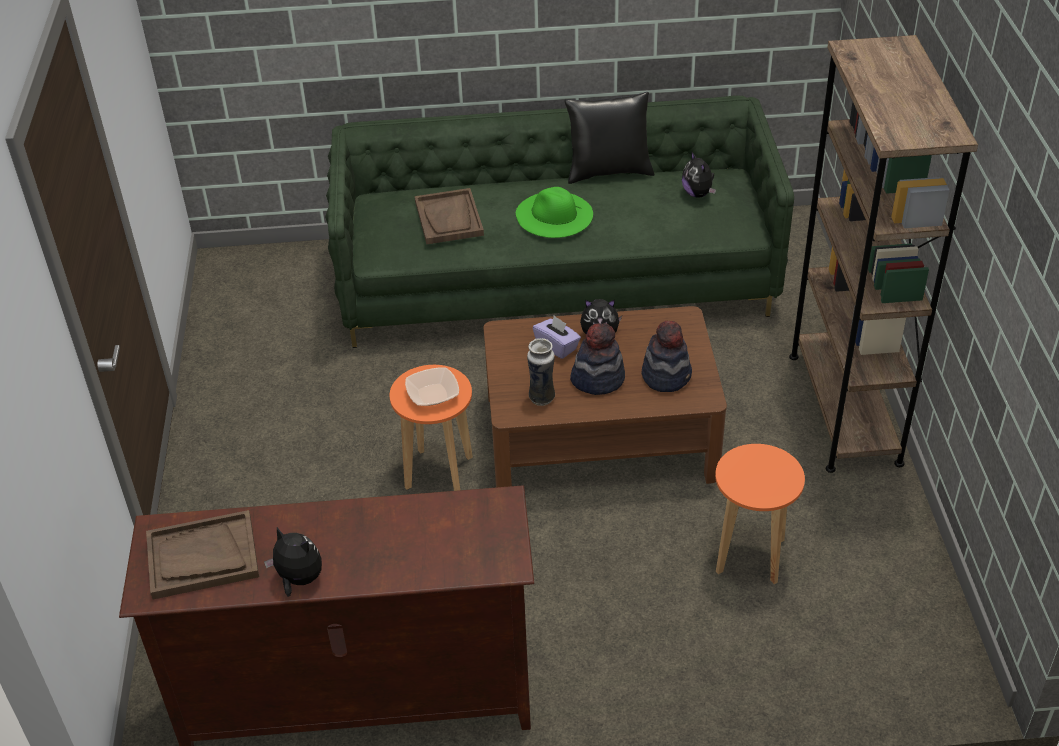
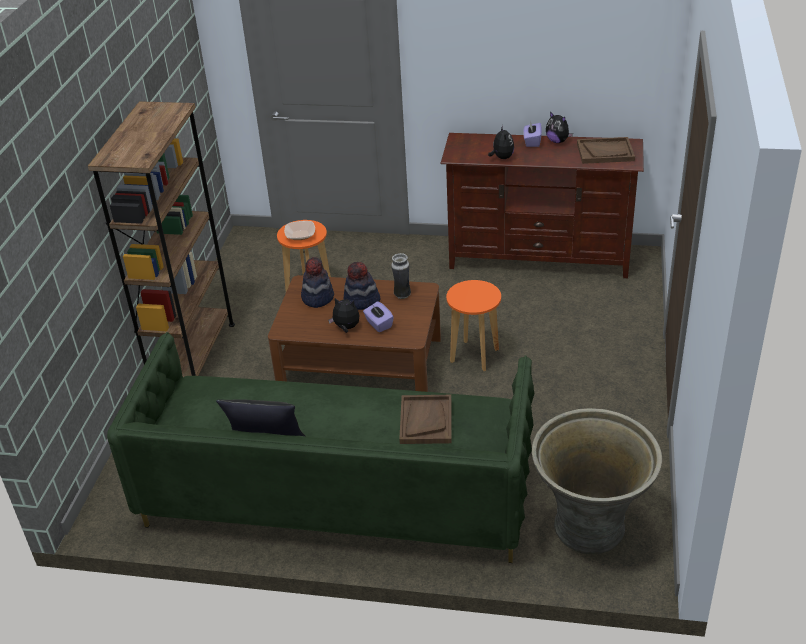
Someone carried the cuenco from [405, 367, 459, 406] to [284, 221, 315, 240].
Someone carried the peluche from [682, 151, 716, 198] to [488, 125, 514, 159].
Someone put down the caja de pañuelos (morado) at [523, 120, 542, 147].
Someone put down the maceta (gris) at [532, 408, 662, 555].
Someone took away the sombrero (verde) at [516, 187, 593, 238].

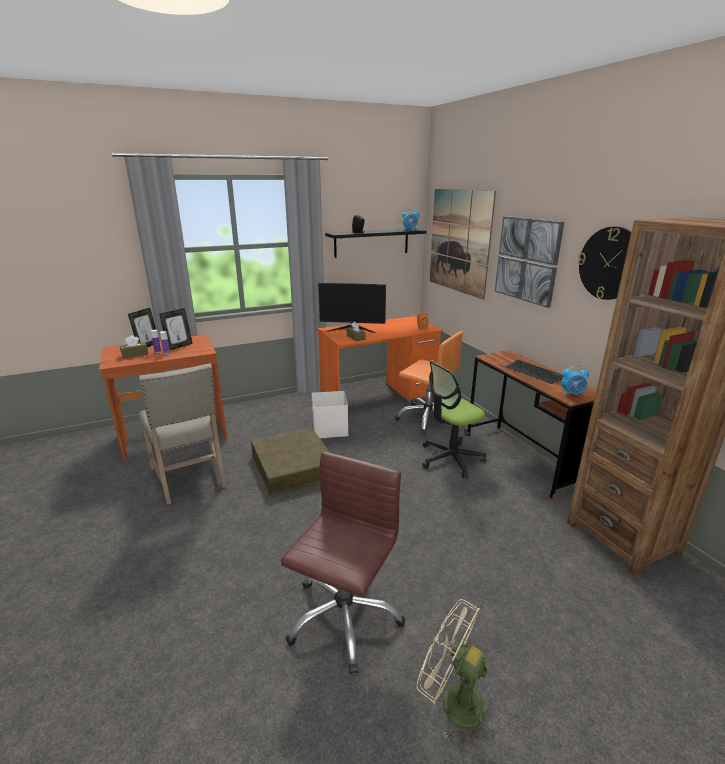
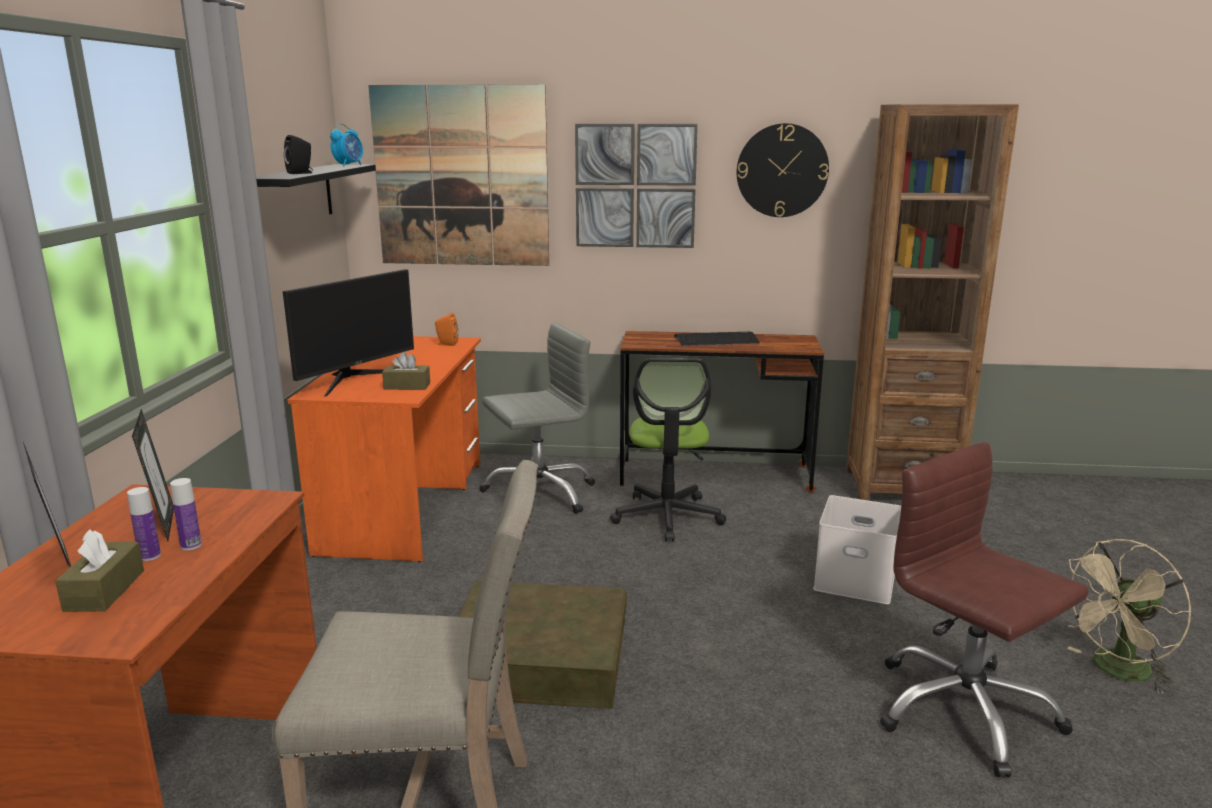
Someone repainted the silla de oficina (naranja) at [395, 331, 463, 435], which became the silla de oficina (gris) at [479, 322, 595, 514].
Someone carried the caja de almacenaje (blanco) from [312, 391, 349, 438] to [813, 495, 901, 604].
Someone took away the despertador at [561, 365, 589, 396].

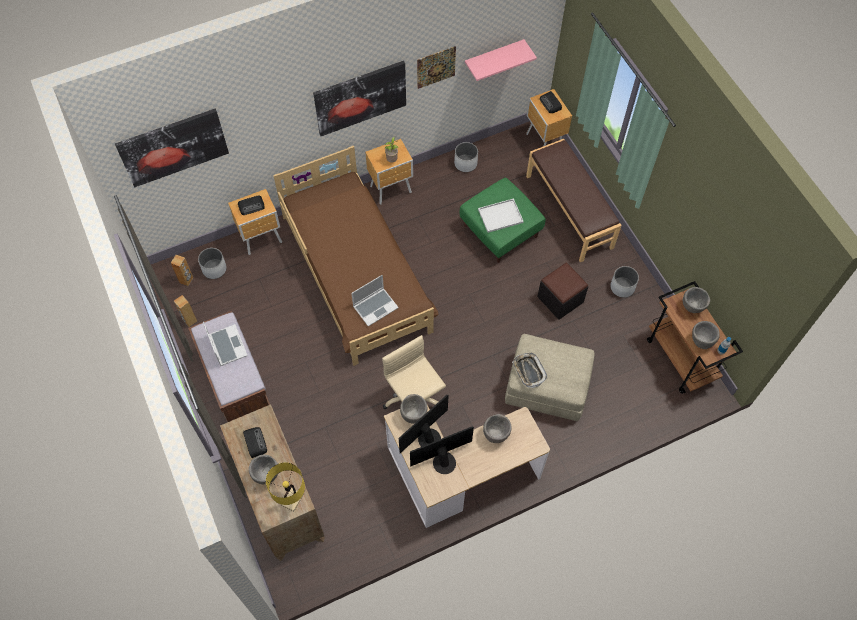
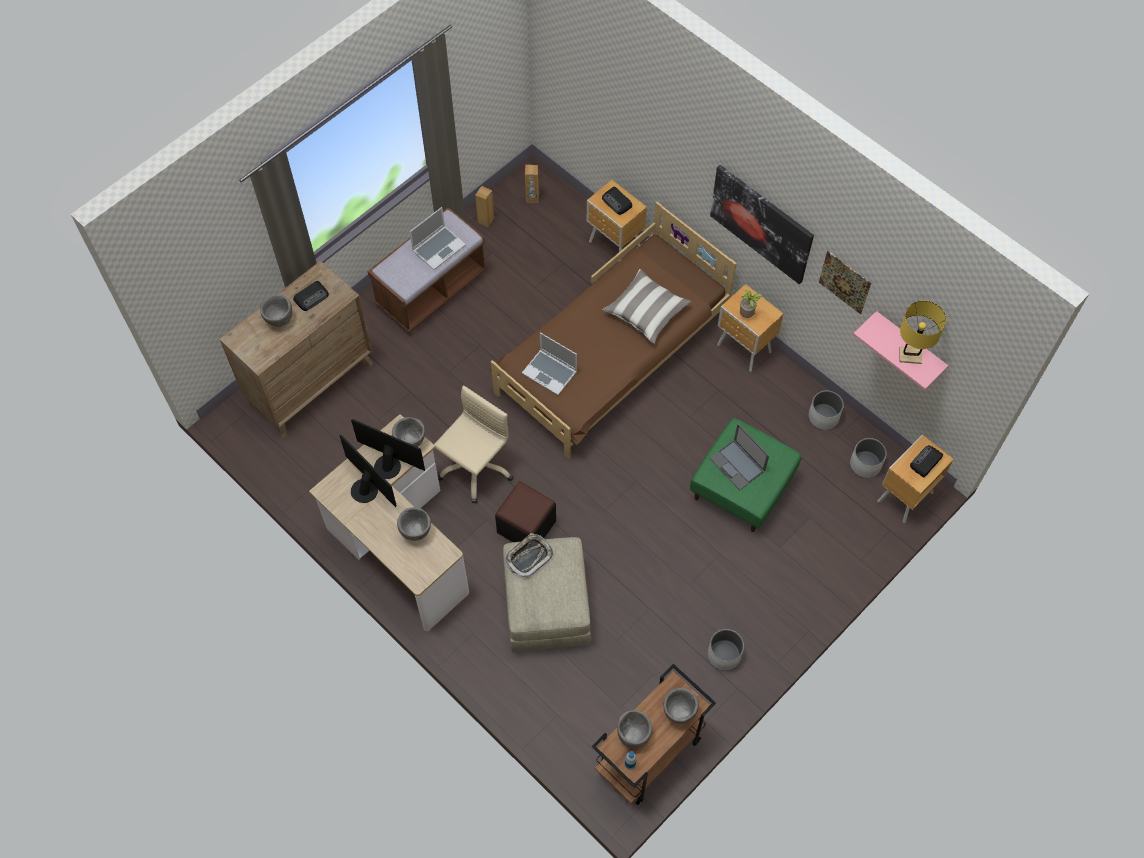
Someone carried the puf (negro) from [537, 263, 588, 320] to [495, 481, 556, 542].
Someone put down the cojín at [603, 269, 692, 344].
Someone swapped the bandeja (blanco) at [478, 198, 524, 233] for the portátil at [710, 423, 769, 490].
Someone carried the maceta (blanco) from [198, 248, 227, 279] to [850, 438, 887, 478].
Someone carried the lámpara de mesa (amarillo) from [266, 462, 305, 511] to [899, 301, 946, 364].
Someone took away the cuadro at [115, 109, 229, 187].
Someone took away the banco (marrón) at [526, 139, 622, 262].

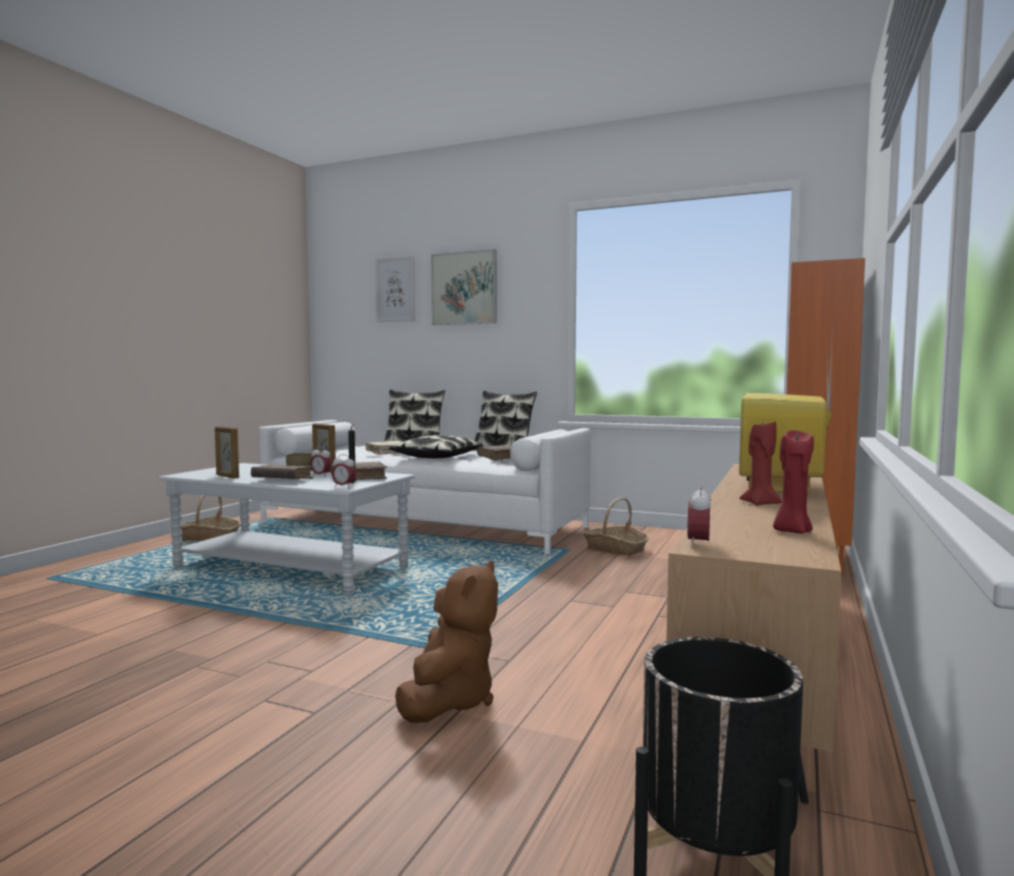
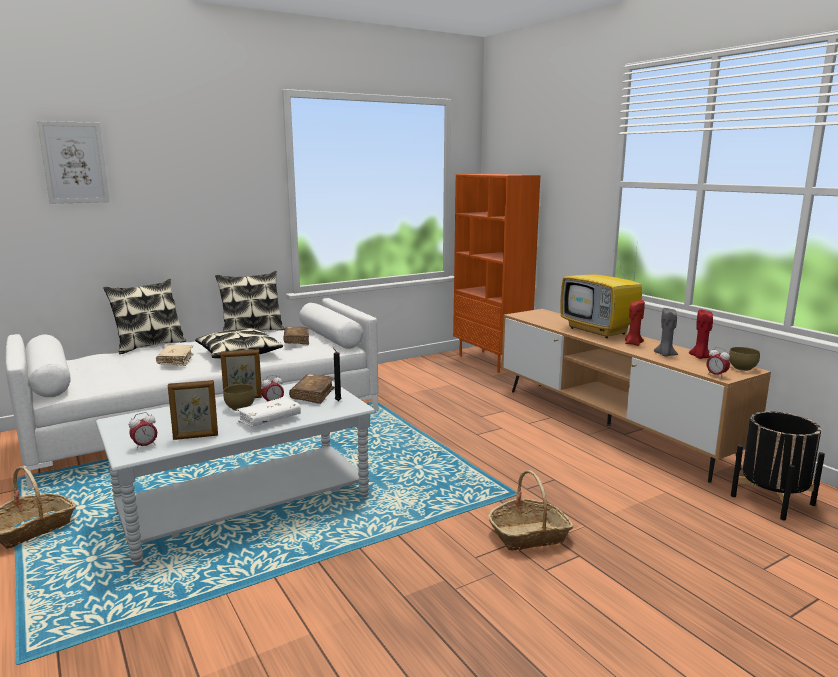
Someone carried the despertador from [332, 454, 356, 488] to [129, 412, 157, 450].
Someone repainted the libro (marrón) at [251, 465, 314, 479], which became the libro (blanco) at [236, 397, 301, 427].
Someone carried the cesta from [583, 498, 649, 556] to [488, 470, 573, 550].
Someone put down the vela (gris) at [654, 308, 678, 357].
Someone put down the cuenco (marrón) at [729, 347, 760, 371].
Someone took away the peluche (marrón) at [395, 561, 498, 723].
Someone took away the cuadro at [431, 249, 497, 325].

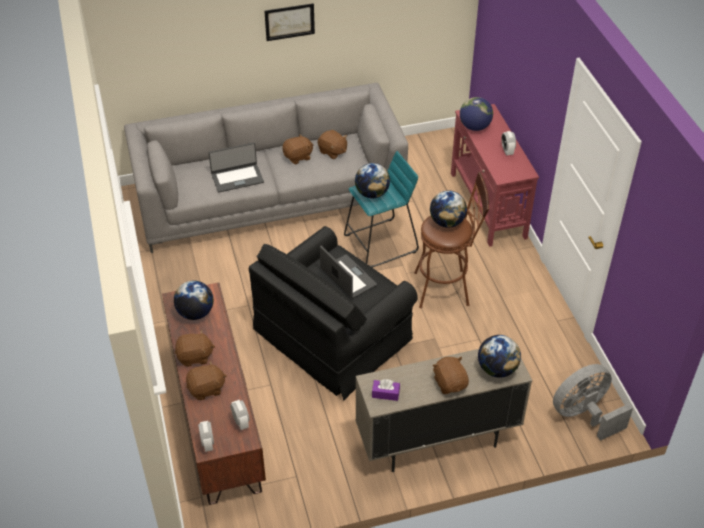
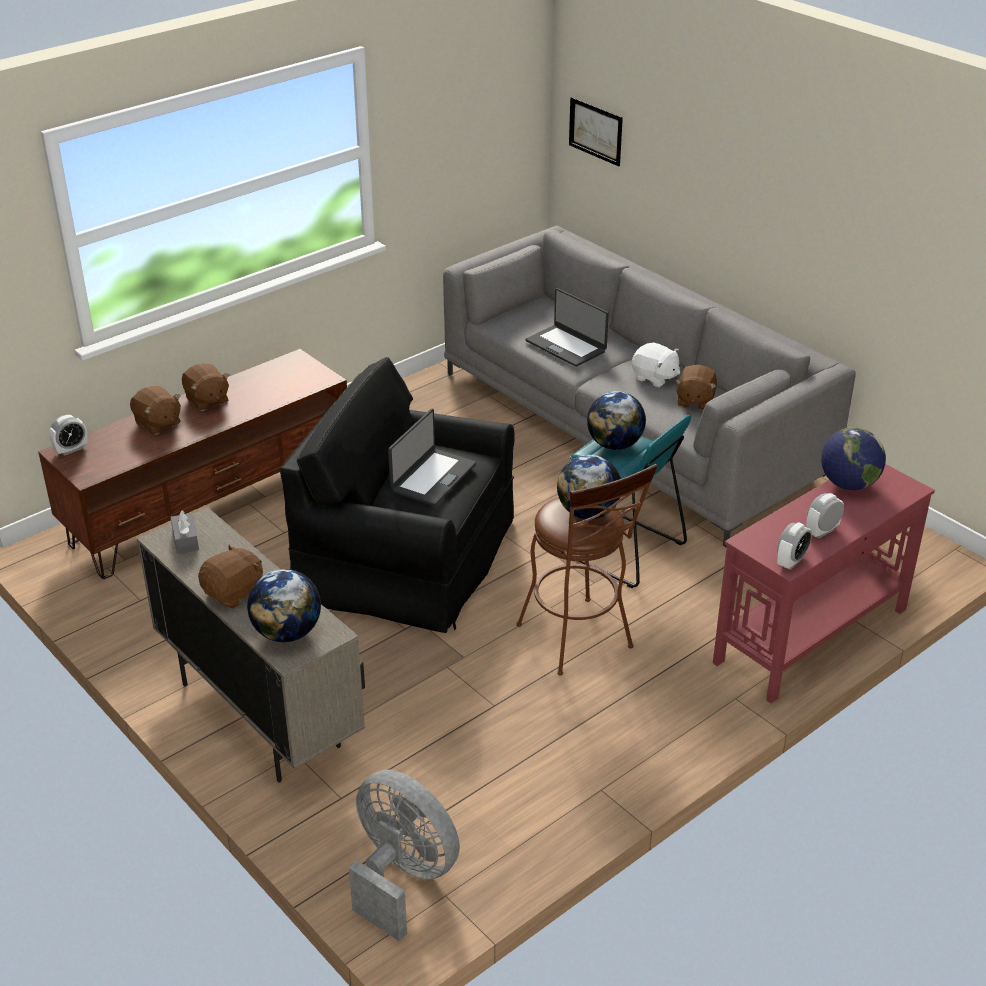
Someone repainted the caja de pañuelos (morado) at [372, 379, 400, 401], which became the caja de pañuelos (gris) at [170, 510, 199, 554].
Someone carried the cuadro from [264, 3, 315, 41] to [569, 97, 623, 166].
Someone repainted the peluche (marrón) at [282, 134, 314, 164], which became the peluche (blanco) at [632, 343, 680, 388].
Someone carried the despertador from [230, 400, 249, 430] to [777, 522, 812, 570].
Someone took away the globo terráqueo at [174, 281, 213, 320].

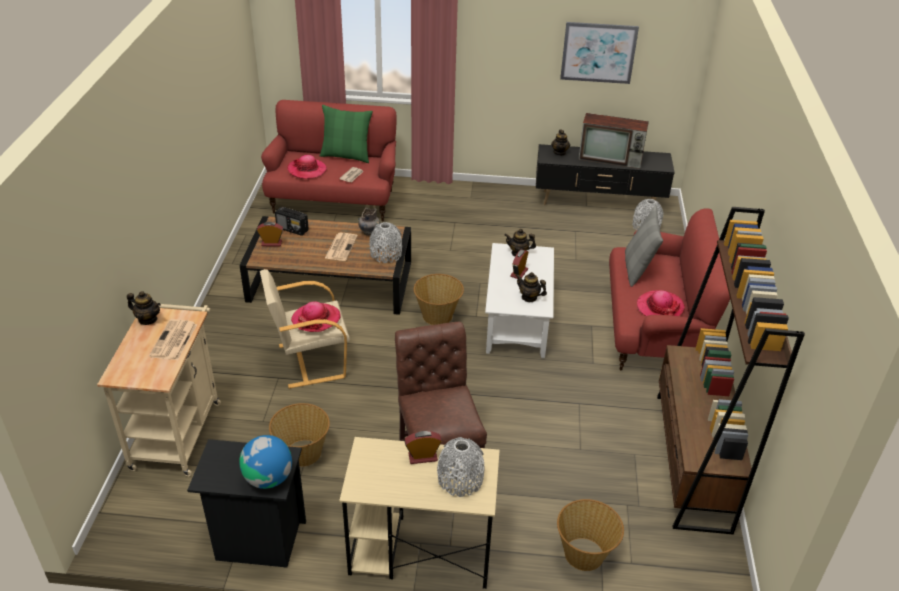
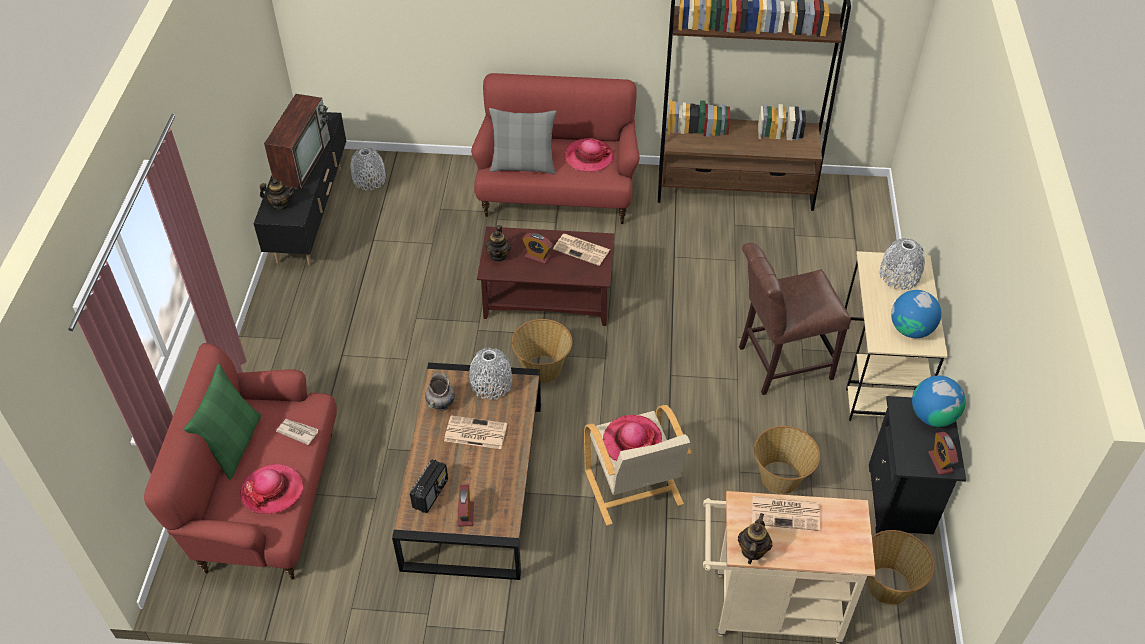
Someone repainted the mesa de centro (blanco) at [485, 243, 554, 358], which became the mesa de centro (marrón) at [477, 227, 614, 326].
Someone swapped the tetera at [516, 272, 547, 302] for the periódico at [553, 234, 610, 266].
Someone carried the cesta from [557, 499, 624, 571] to [867, 530, 934, 605].
Someone put down the globo terráqueo at [891, 290, 942, 338].
Someone carried the despertador from [405, 431, 442, 464] to [928, 432, 958, 475].
Someone took away the cuadro at [560, 22, 639, 84].

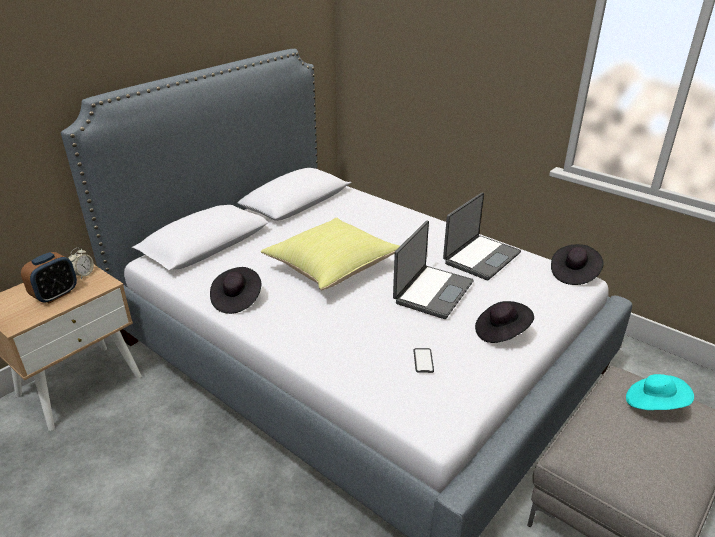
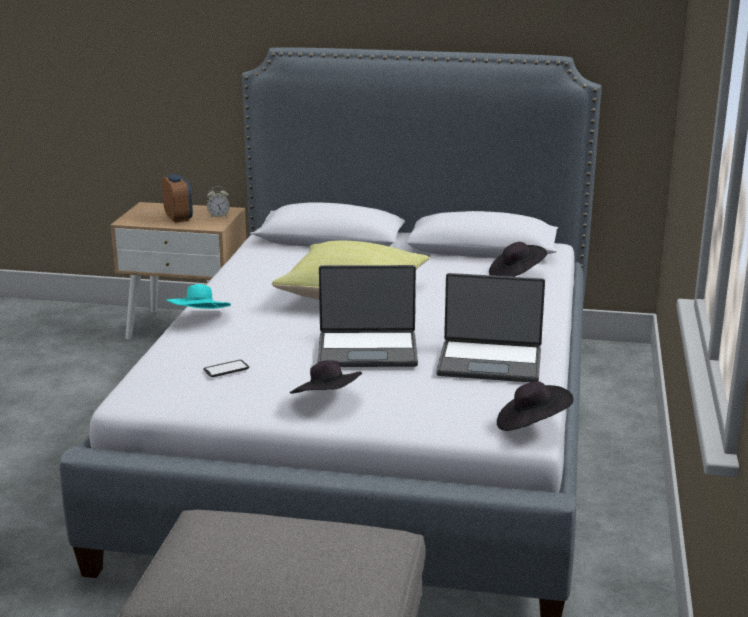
Someone rotated the despertador at [21, 252, 77, 303] by 120 degrees counterclockwise.
Someone carried the sombrero (turquesa) from [626, 374, 694, 410] to [166, 284, 231, 309].
Someone carried the sombrero (negro) from [210, 267, 261, 314] to [489, 242, 547, 277].

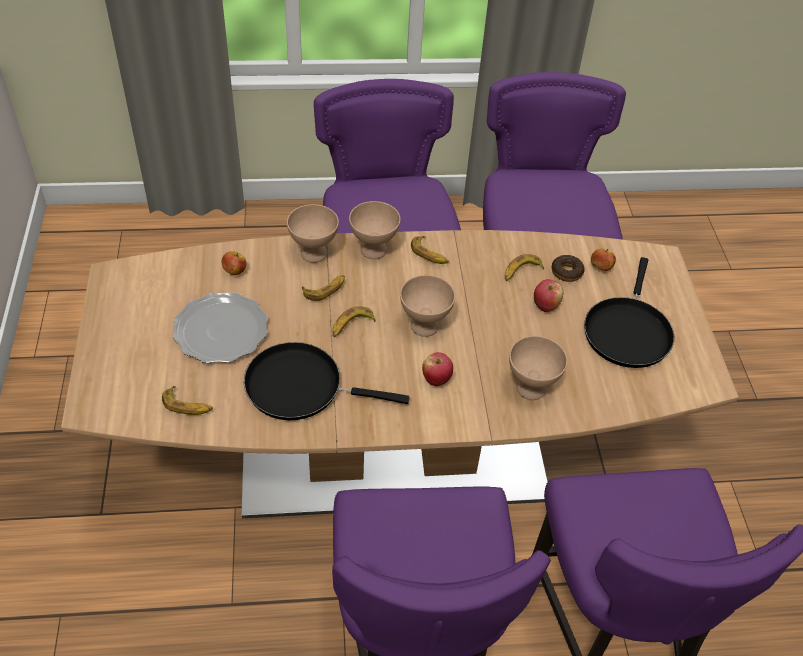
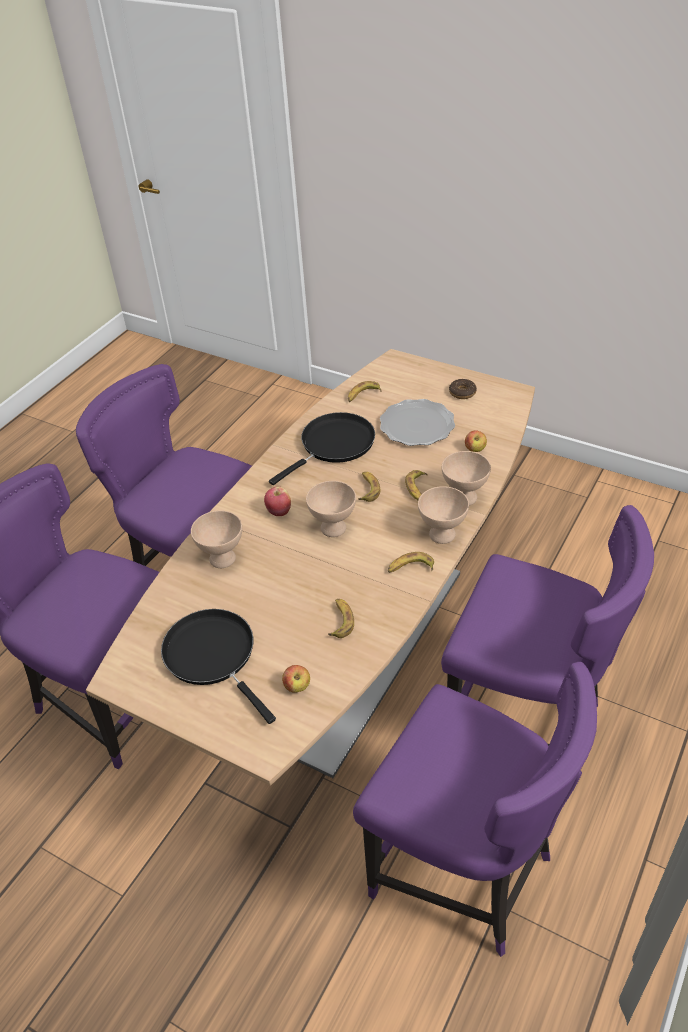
Someone carried the rosquilla from [552, 255, 585, 282] to [449, 379, 477, 399].
Someone took away the manzana at [534, 279, 563, 312].

